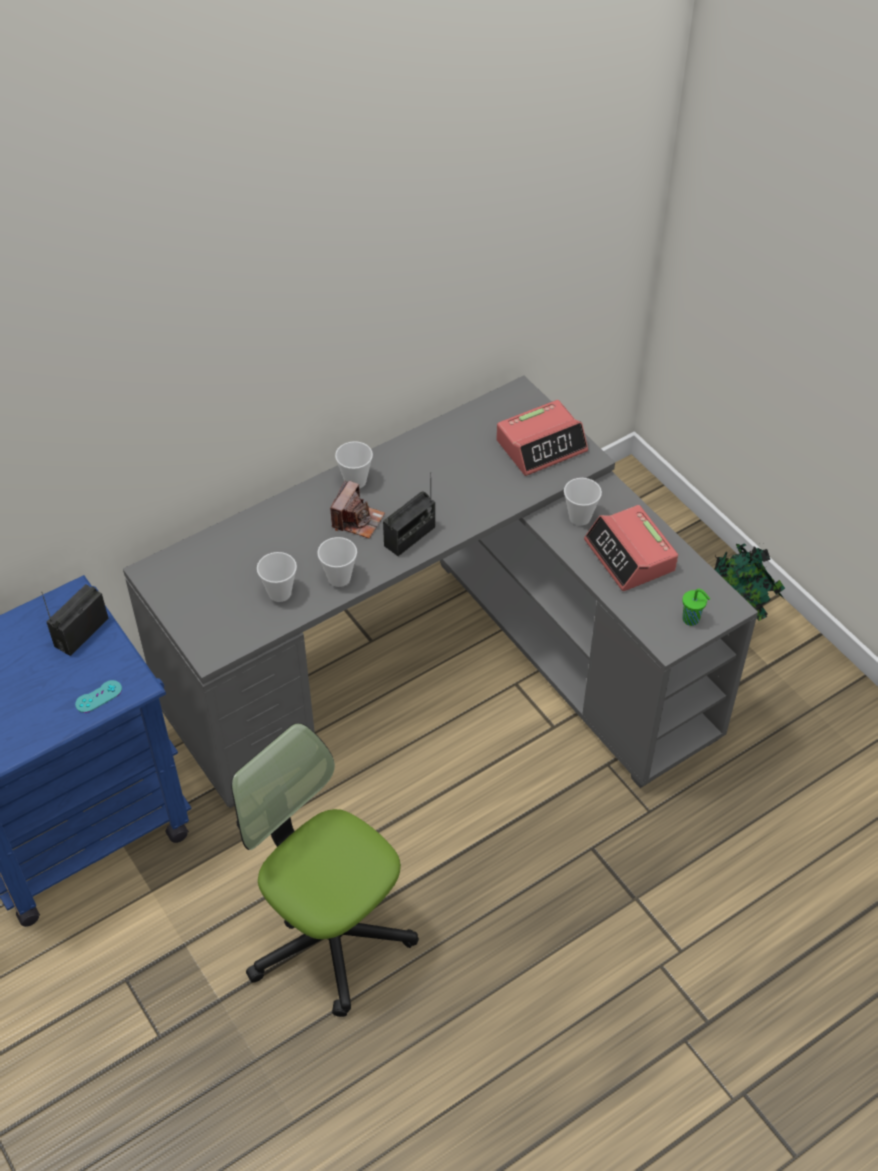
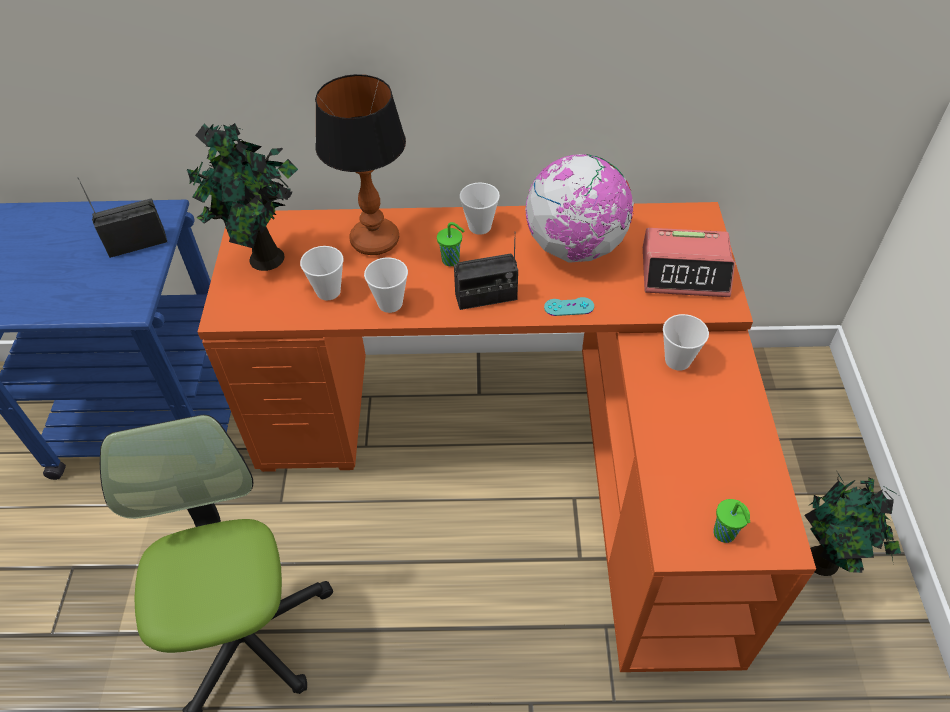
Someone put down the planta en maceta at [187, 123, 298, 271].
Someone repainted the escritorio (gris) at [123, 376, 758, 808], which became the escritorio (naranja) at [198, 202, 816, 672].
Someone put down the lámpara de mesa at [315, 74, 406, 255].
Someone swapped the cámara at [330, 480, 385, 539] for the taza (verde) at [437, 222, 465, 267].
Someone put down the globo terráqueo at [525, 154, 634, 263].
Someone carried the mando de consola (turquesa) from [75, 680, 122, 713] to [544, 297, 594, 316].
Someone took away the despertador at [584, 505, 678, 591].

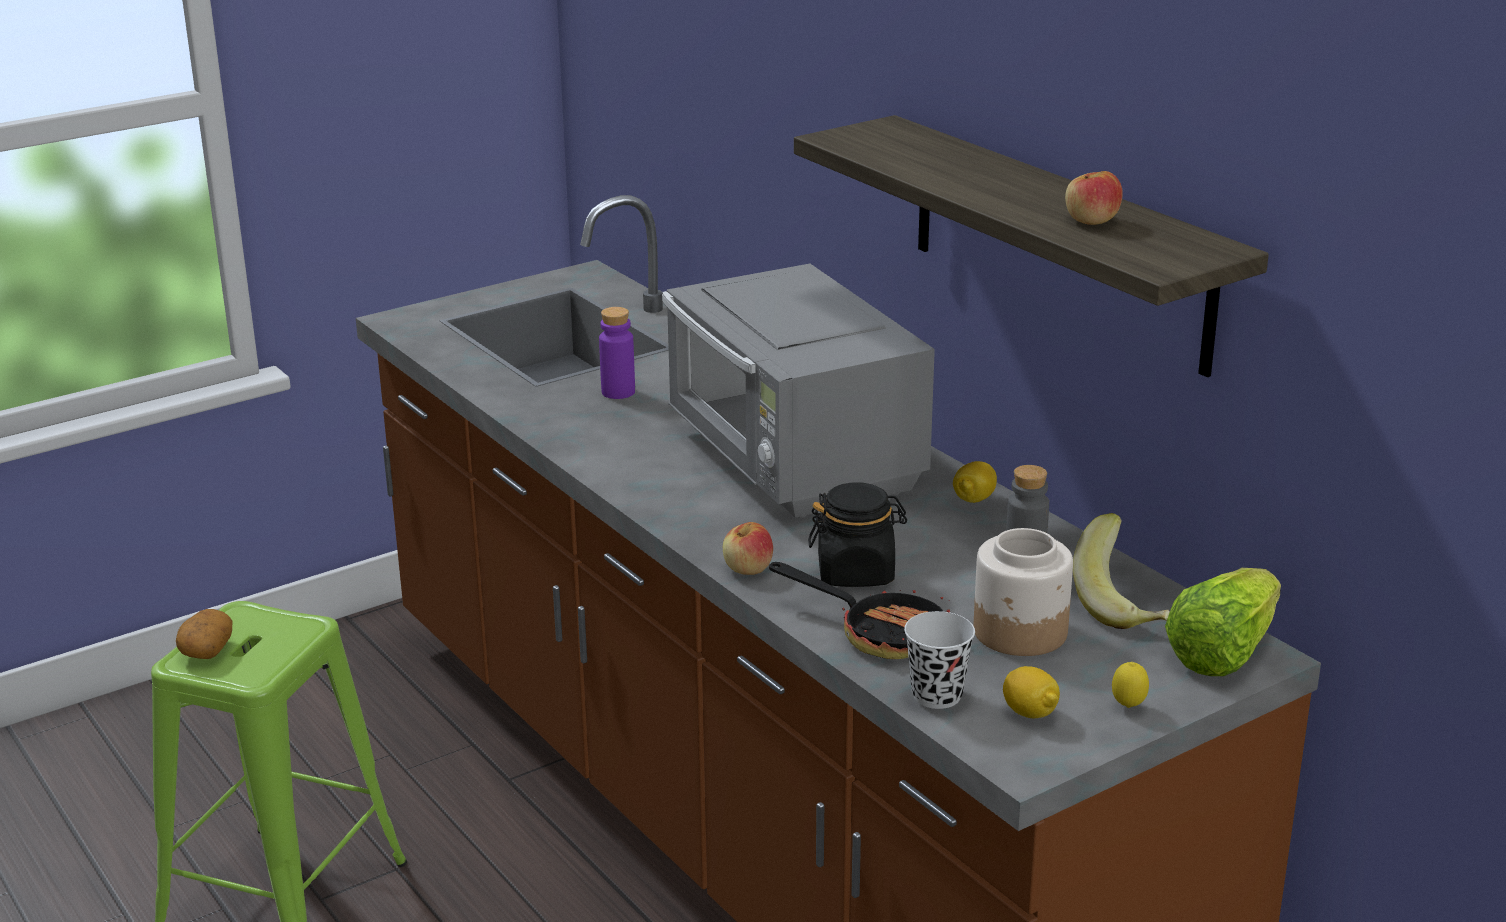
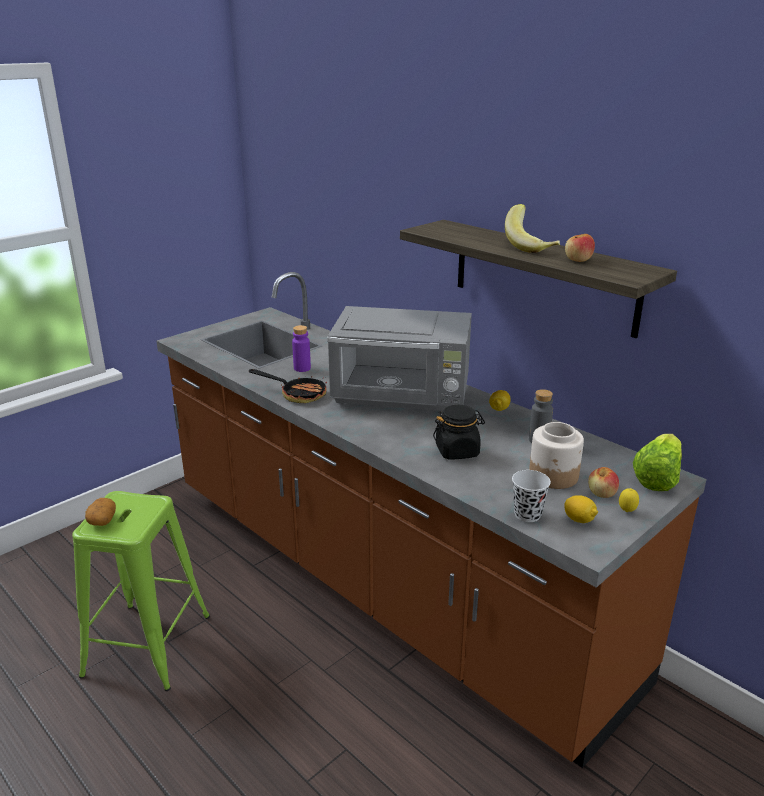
Someone carried the sartén from [769, 562, 950, 659] to [249, 369, 327, 403].
Someone rotated the microondas (gris) at [662, 264, 935, 518] by 45 degrees counterclockwise.
Someone carried the plátano from [1073, 513, 1170, 629] to [505, 204, 560, 253].
Someone carried the manzana from [723, 522, 773, 575] to [588, 467, 619, 498].

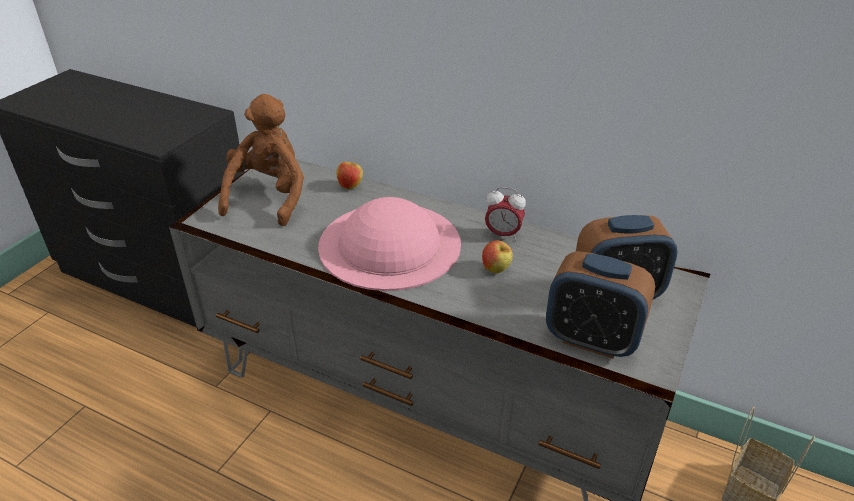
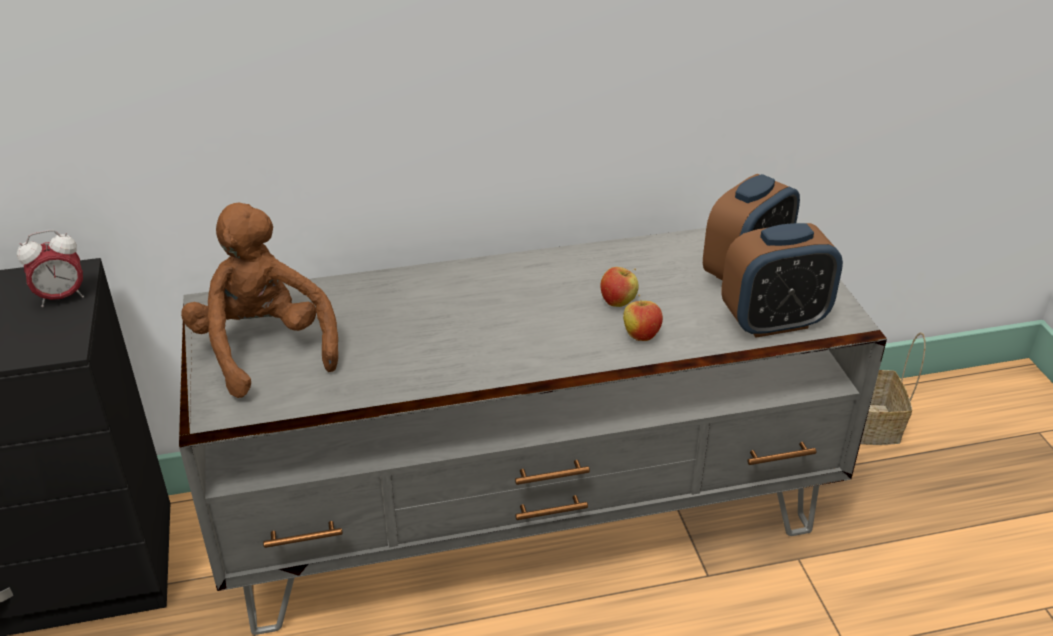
Someone carried the despertador from [485, 187, 526, 241] to [17, 230, 84, 307].
Someone carried the manzana from [336, 159, 363, 189] to [623, 295, 663, 341].
Someone took away the sombrero (rosa) at [318, 197, 461, 291].

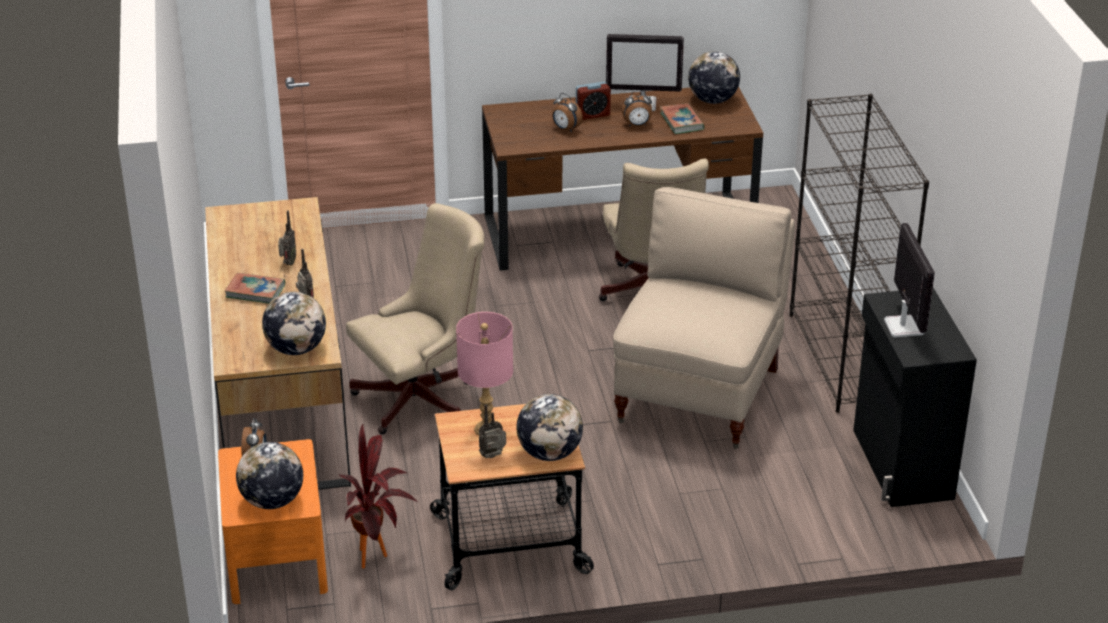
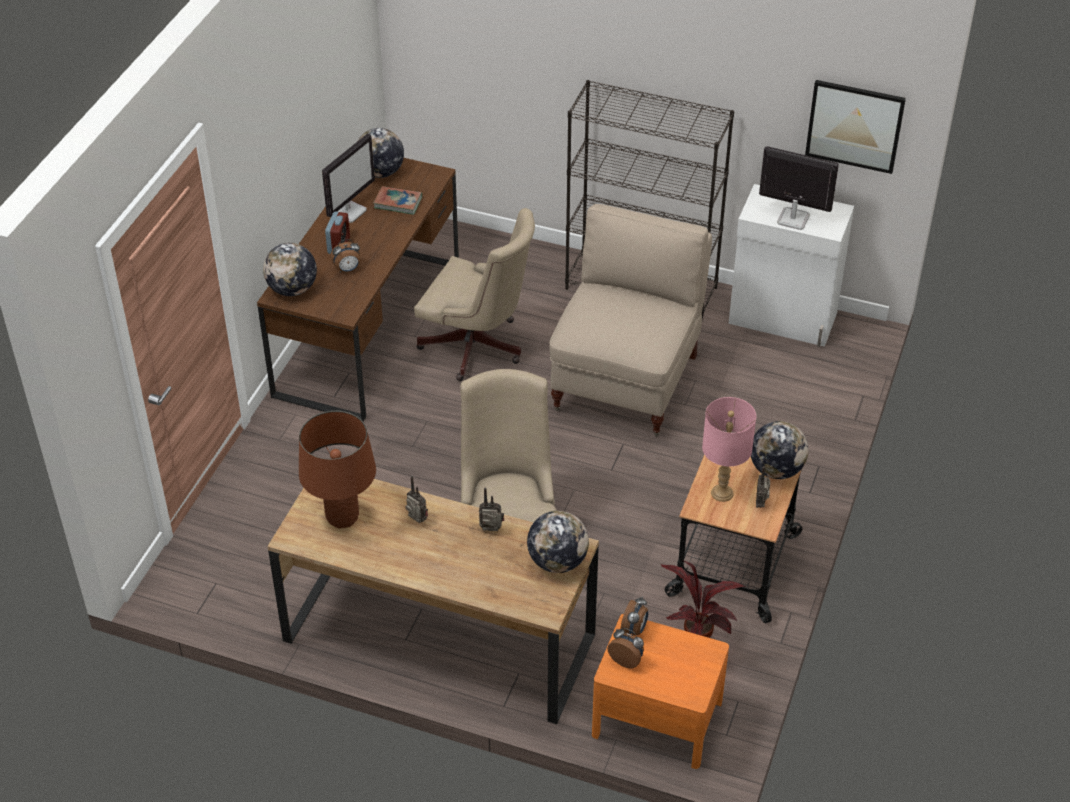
Someone carried the globo terráqueo from [236, 442, 303, 509] to [263, 243, 317, 296].
Someone put down the lámpara de mesa (marrón) at [299, 411, 376, 528].
Someone rotated the silla (beis) at [613, 187, 795, 449] by 60 degrees clockwise.
Someone carried the despertador from [622, 90, 652, 127] to [621, 596, 648, 636].
Someone repainted the armario (negro) at [853, 288, 977, 507], which became the armario (blanco) at [729, 184, 854, 347].
Someone put up the cuadro at [805, 80, 906, 174].
Someone took away the libro at [225, 273, 285, 304].

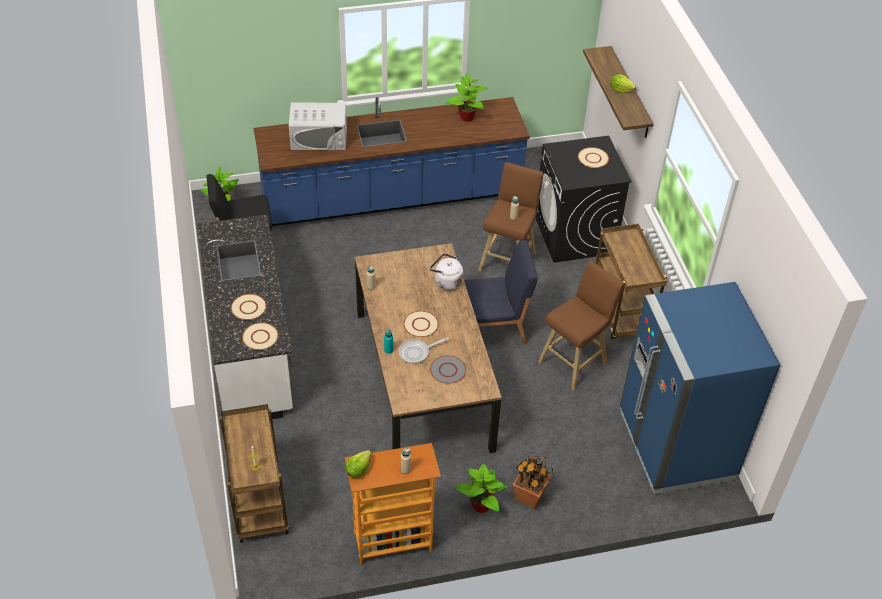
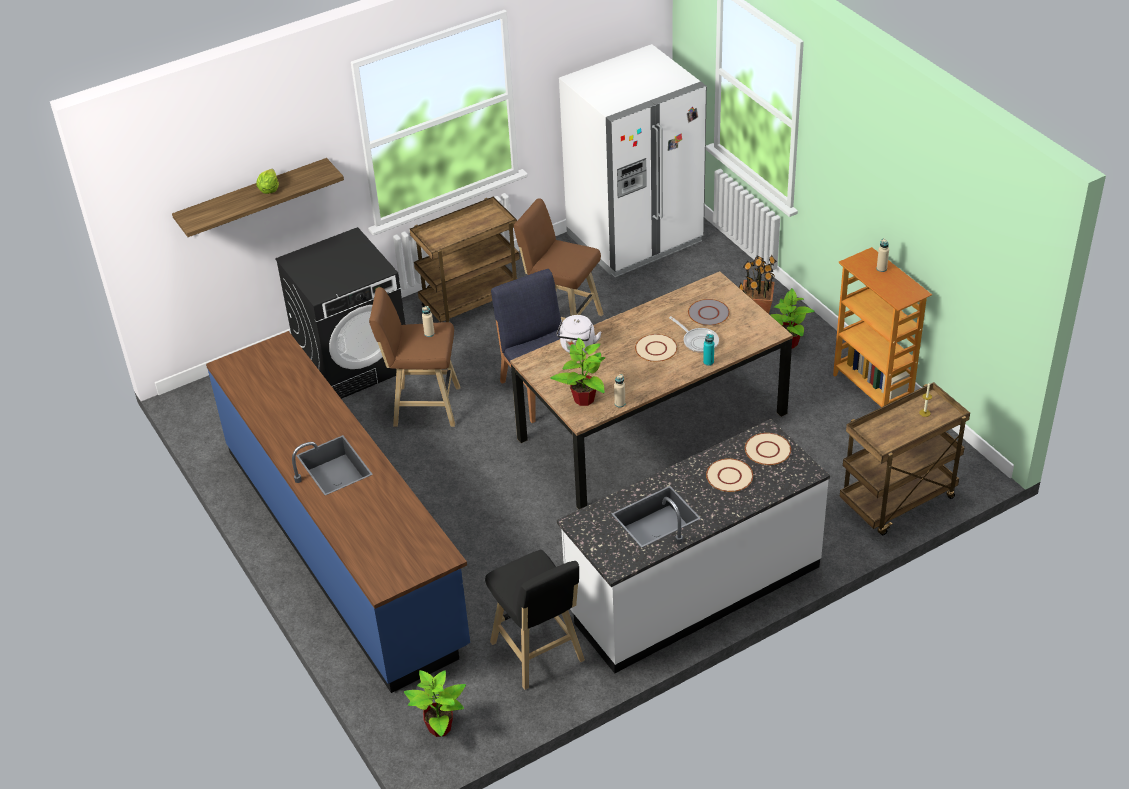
Someone carried the planta en maceta from [446, 73, 487, 122] to [550, 338, 606, 406].
Someone repainted the nevera (azul) at [620, 282, 780, 493], which became the nevera (blanco) at [559, 44, 707, 277].
Someone took away the microondas (blanco) at [289, 103, 347, 150].
Someone took away the lechuga at [346, 450, 371, 478].
Someone took away the plato (beis) at [578, 147, 609, 168].

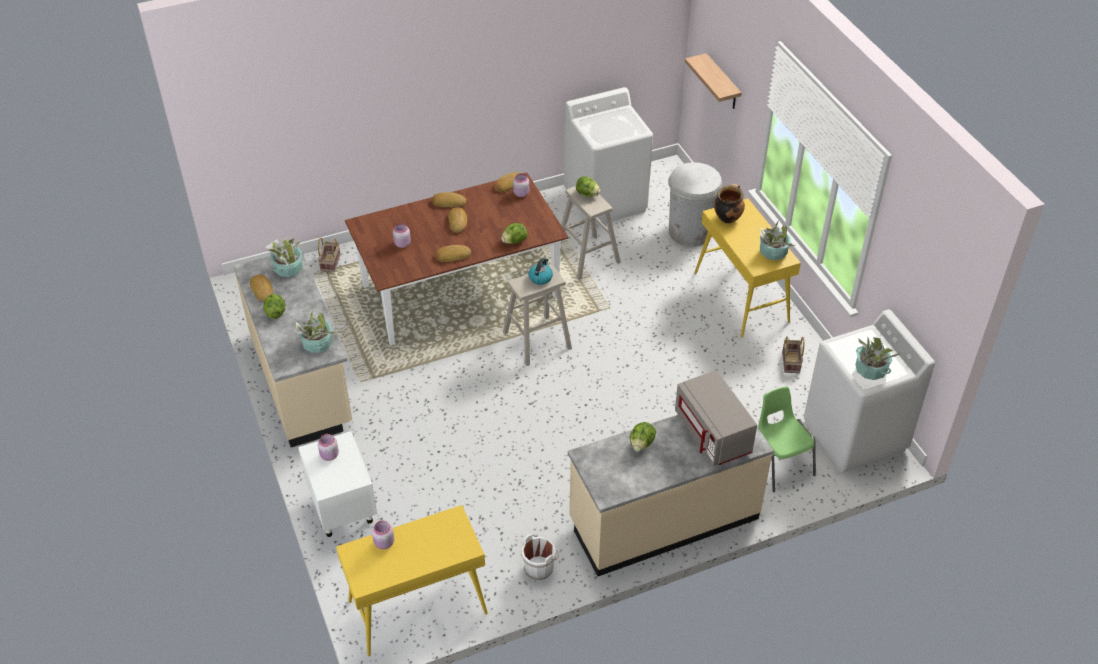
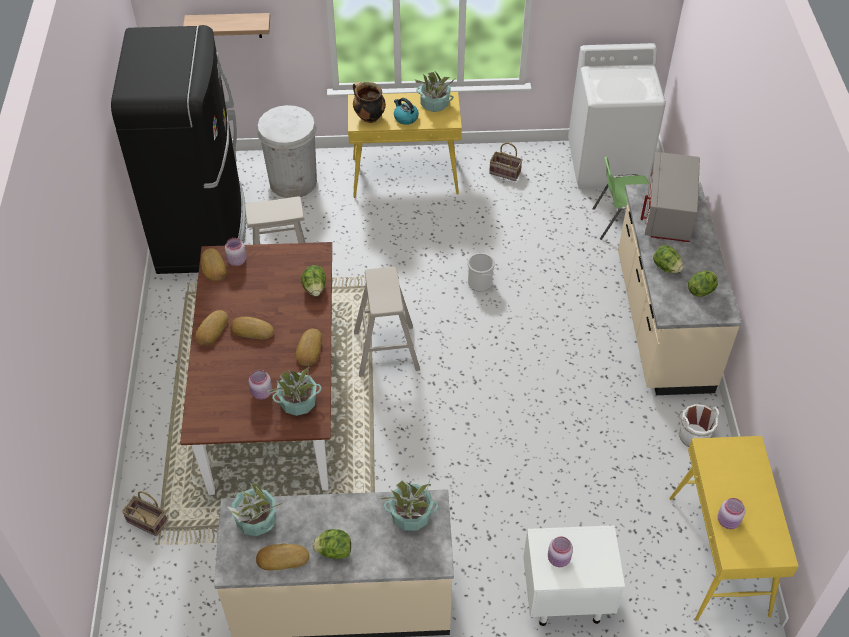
Someone swapped the lavadora (blanco) at [564, 87, 653, 227] for the nevera (negro) at [111, 25, 246, 274].
Someone carried the planta en maceta from [855, 337, 901, 380] to [268, 362, 321, 416].
Someone carried the hervidor from [529, 258, 553, 285] to [394, 98, 419, 125].
Someone put down the cubo at [467, 253, 495, 291].
Someone rotated the microondas (gris) at [675, 370, 757, 466] by 105 degrees clockwise.
Someone carried the lechuga from [576, 176, 601, 197] to [688, 271, 718, 297].

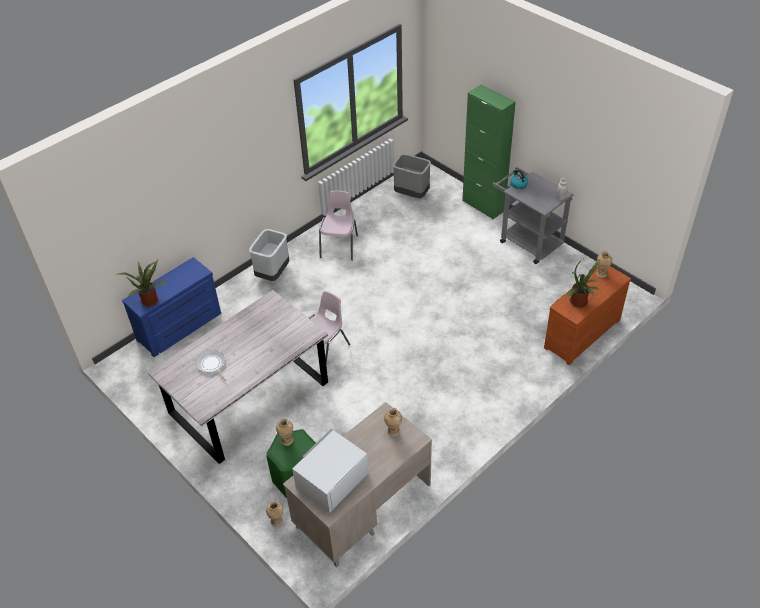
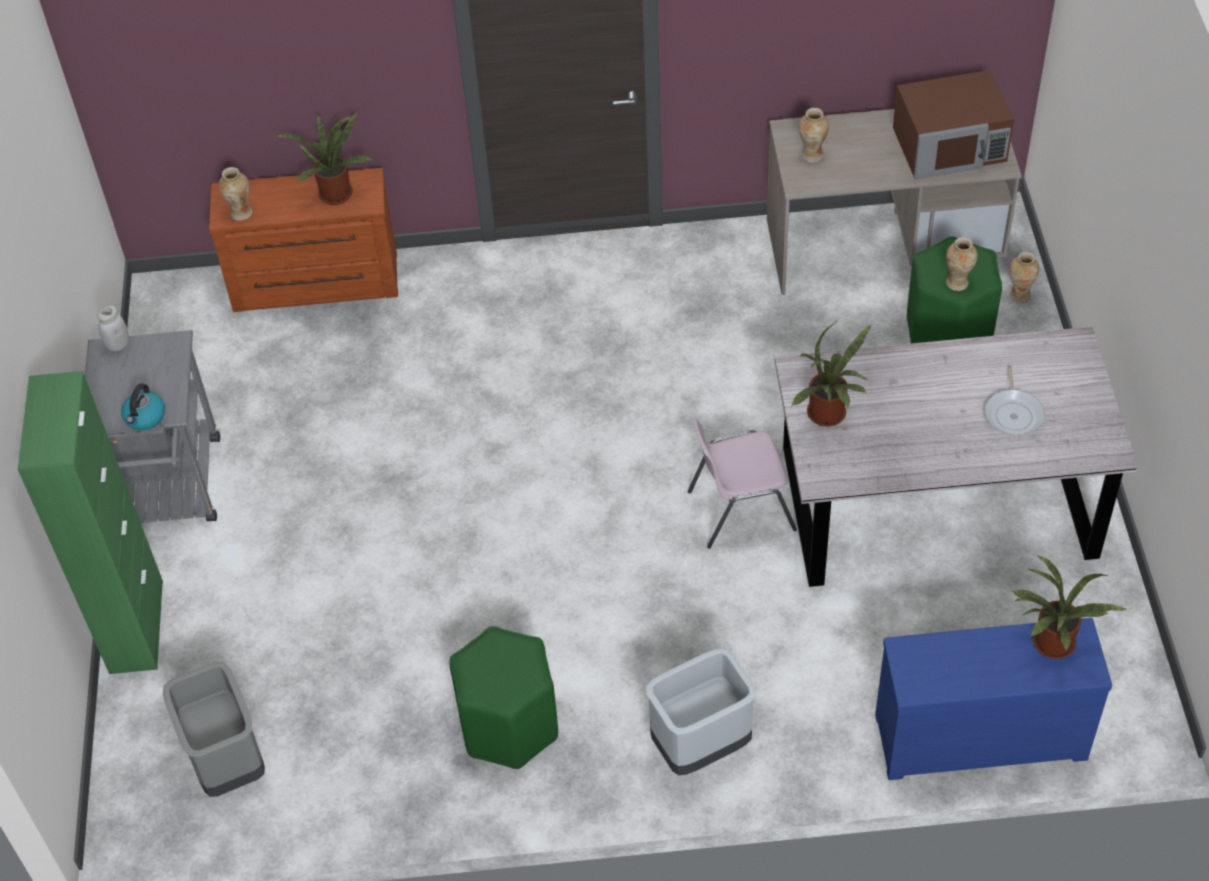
Someone swapped the silla (rosa) at [319, 191, 358, 261] for the taburete (verde) at [449, 626, 558, 769].
Someone put down the planta en maceta at [791, 323, 871, 427].
Someone repainted the microondas (blanco) at [292, 429, 369, 513], which became the microondas (marrón) at [893, 70, 1014, 180].

